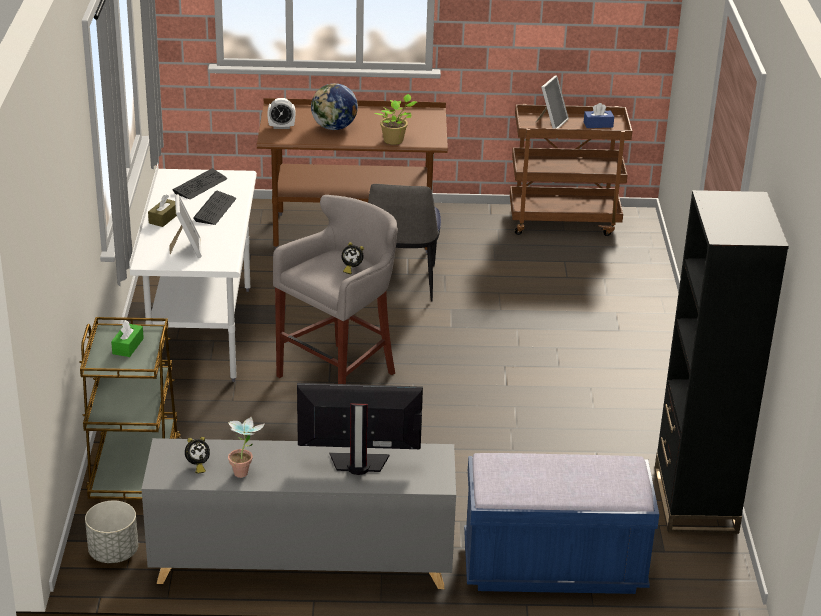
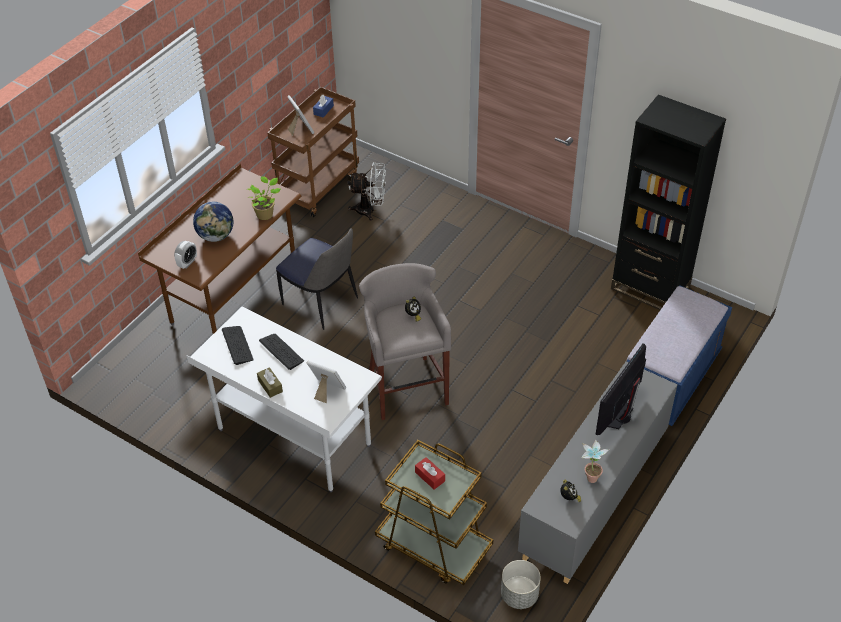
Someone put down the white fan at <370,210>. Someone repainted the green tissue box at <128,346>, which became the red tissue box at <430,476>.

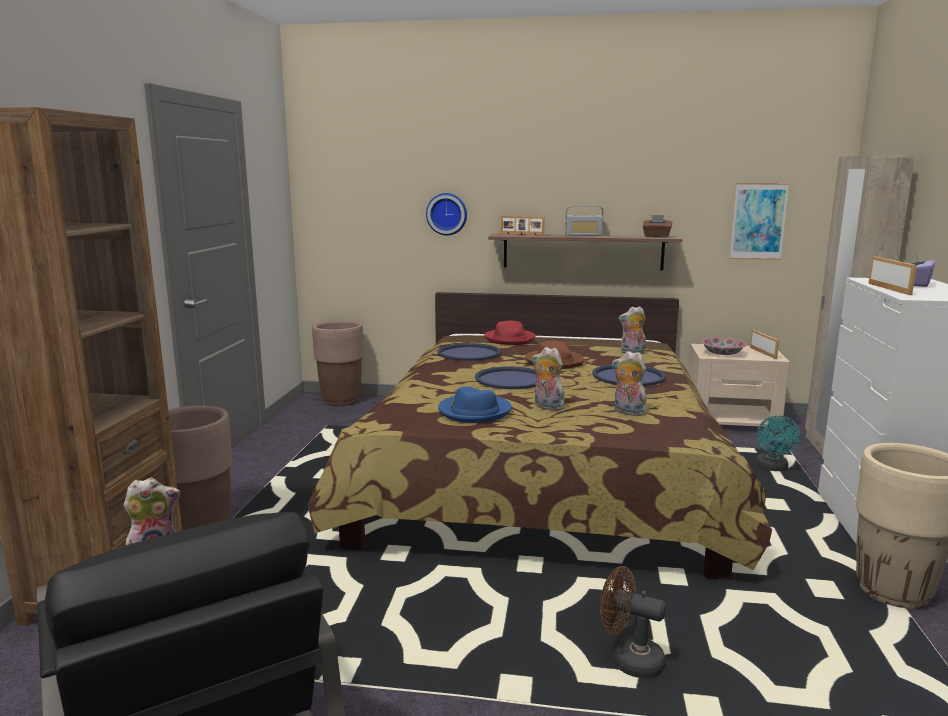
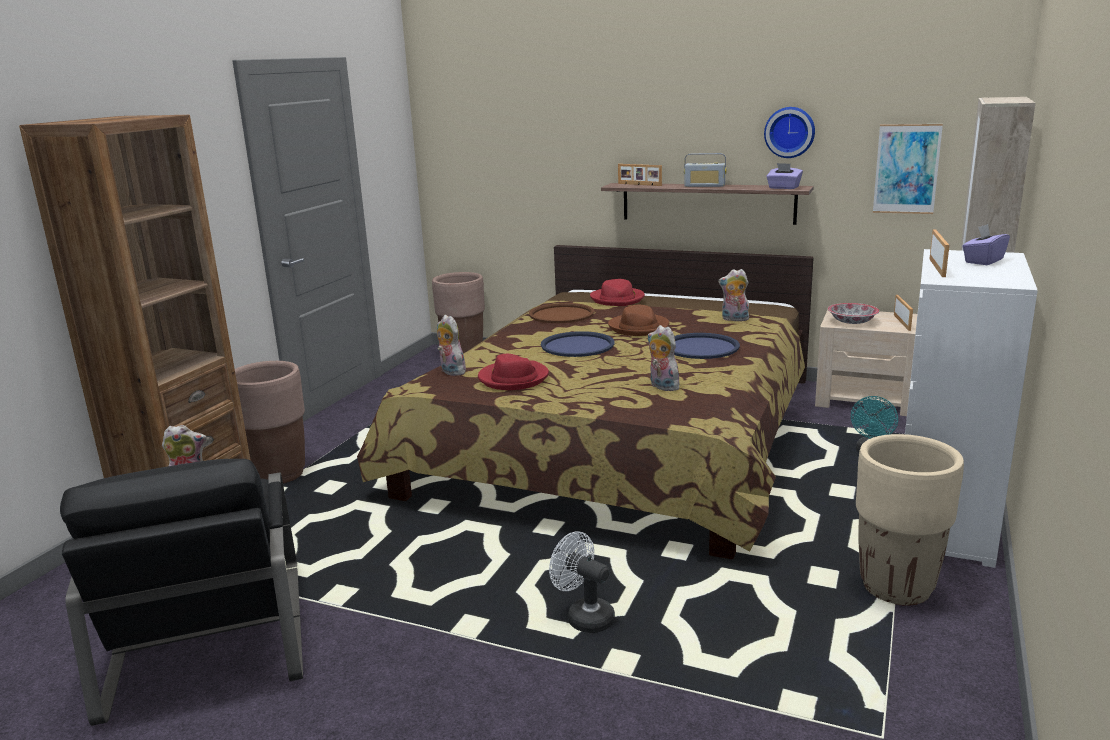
Someone carried the plush toy from <547,407> to <450,372>. Someone repainted the blue hat at <474,411>, which became the red hat at <513,378>. Someone repainted the blue tray at <469,353>, which became the brown tray at <561,314>. Someone repainted the brown fan at <629,660>, which became the white fan at <584,617>. Someone carried the wall clock from <447,214> to <790,132>. Someone repainted the brown tissue box at <656,237>, which became the purple tissue box at <783,188>.

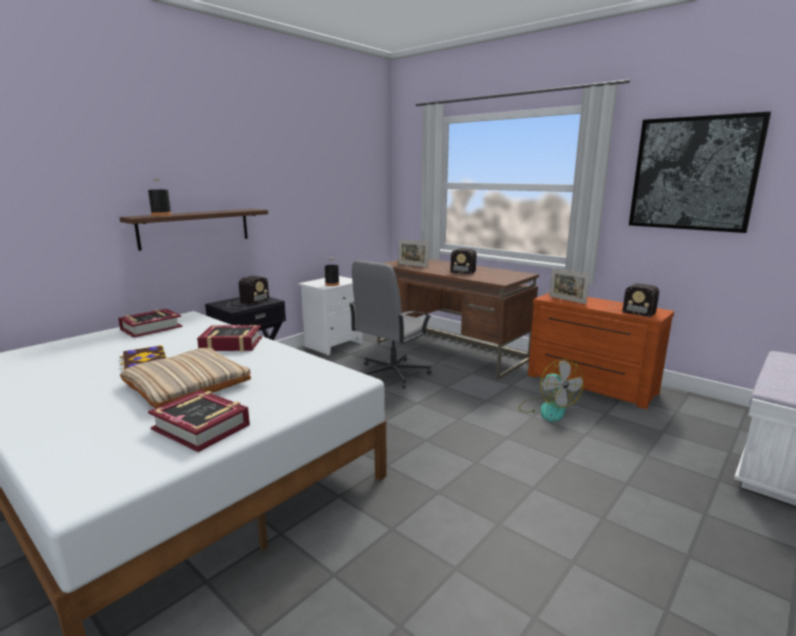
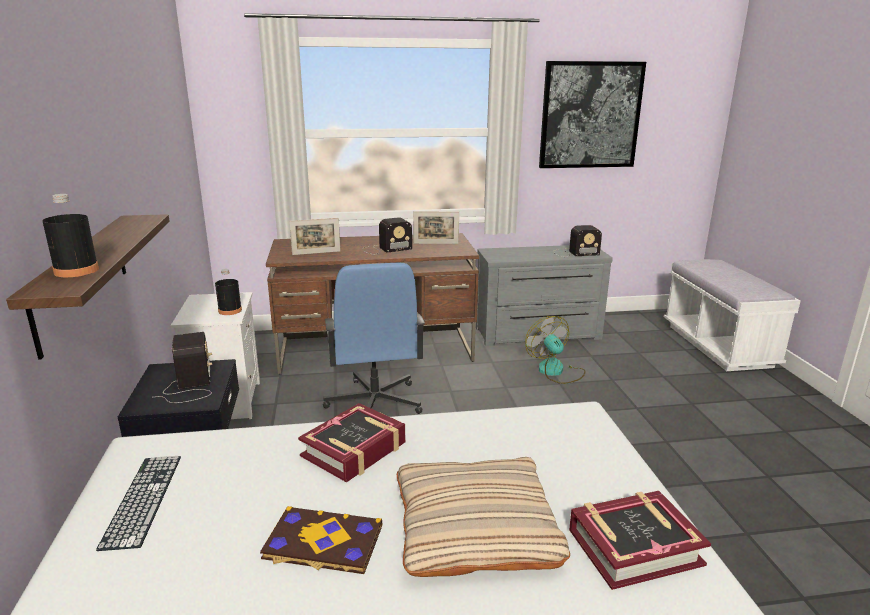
Someone swapped the book at <151,328> for the keyboard at <143,499>. Someone repainted the grey office chair at <392,374>, which became the blue office chair at <374,403>. Someone carried the picture frame from <567,300> to <435,243>. Someone repainted the brown dresser at <589,385>, which became the grey dresser at <538,334>. Someone rotated the fan at <547,409> by 135 degrees counterclockwise.

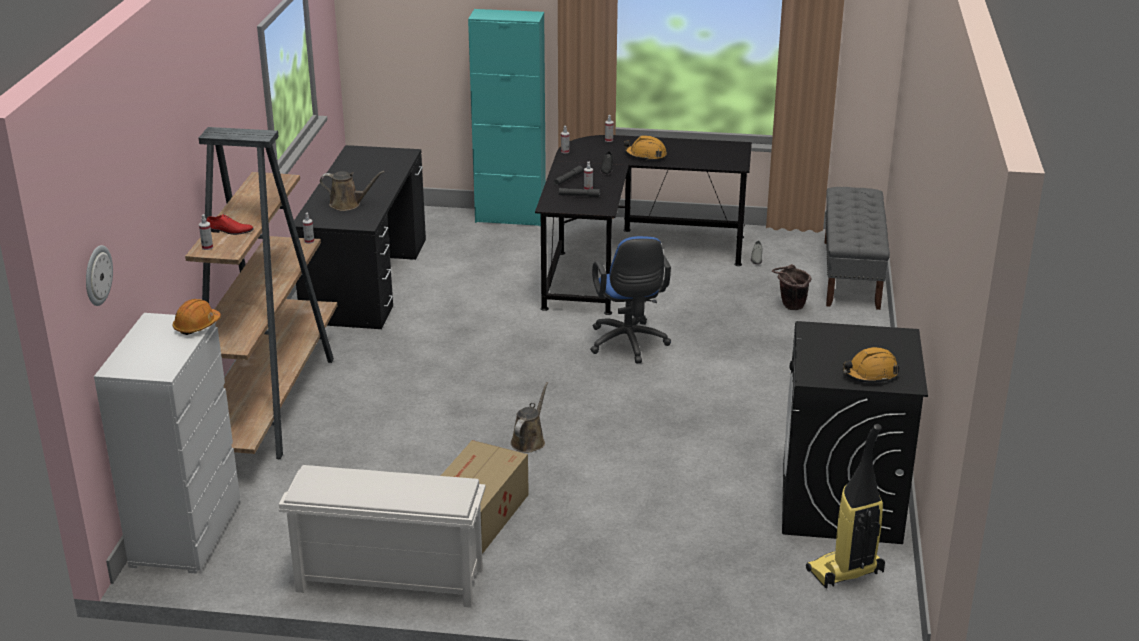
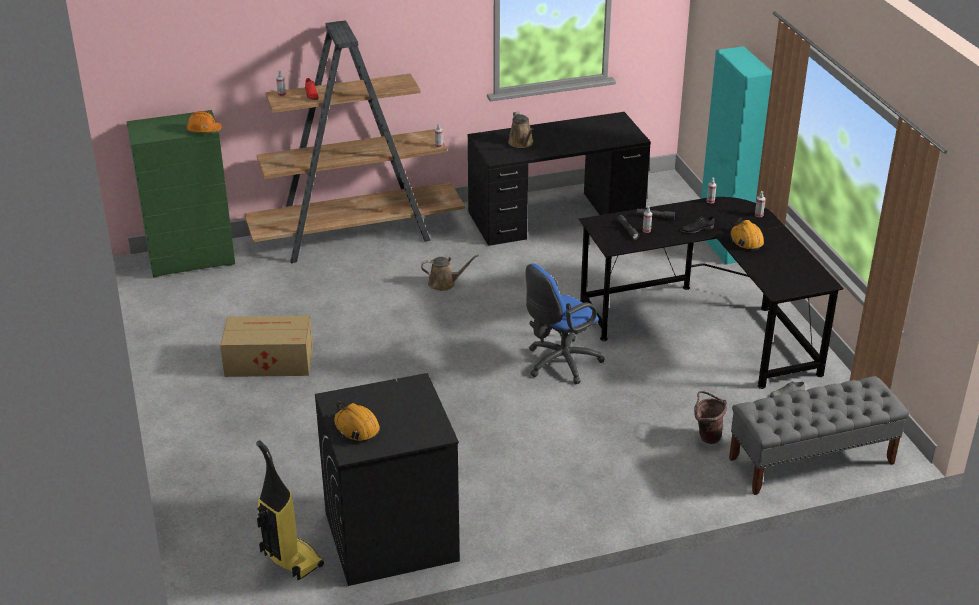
Someone repainted the white dresser at <186,532>, which became the green dresser at <192,259>. Someone carried the brown watering can from <529,440> to <444,283>. Someone took away the wall clock at <97,275>. Someone took away the white shoe rack at <388,581>.

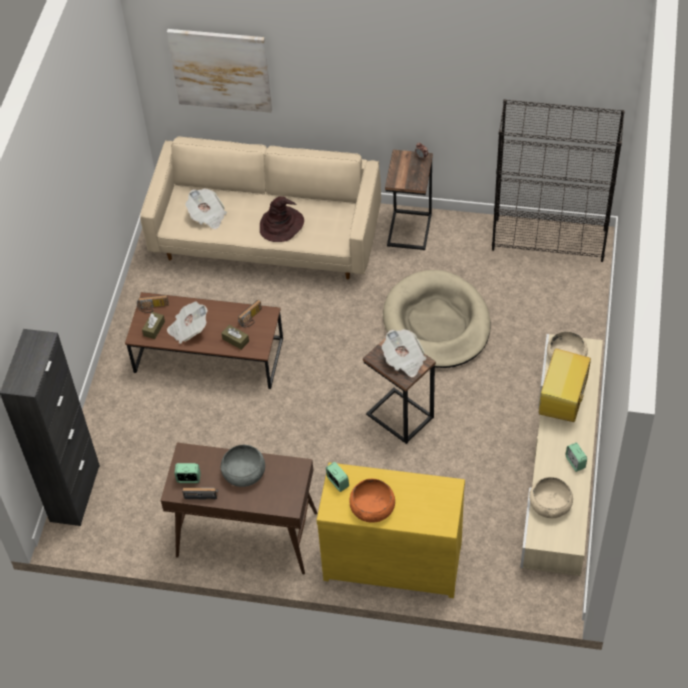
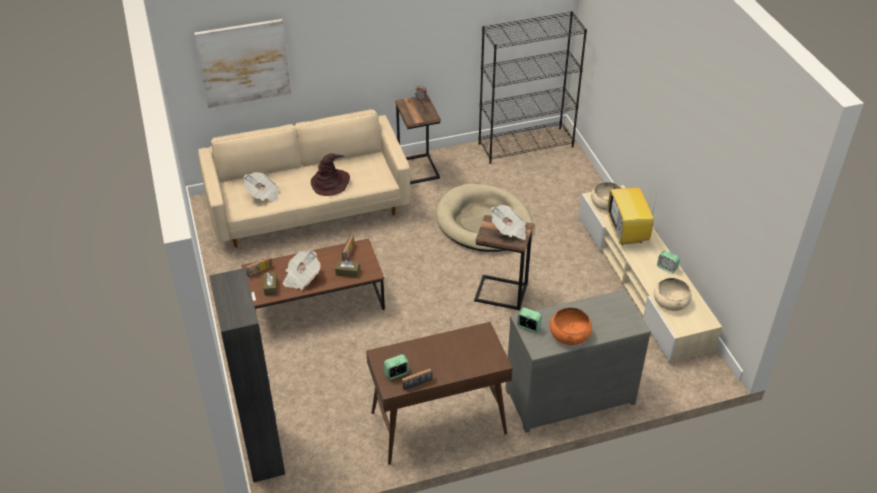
Someone repainted the yellow dresser at <392,557>, which became the grey dresser at <567,394>. Someone took away the grey bowl at <243,472>.

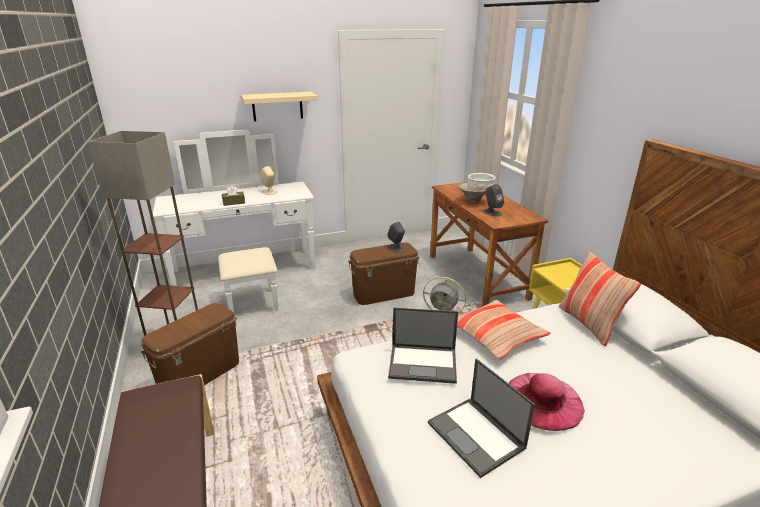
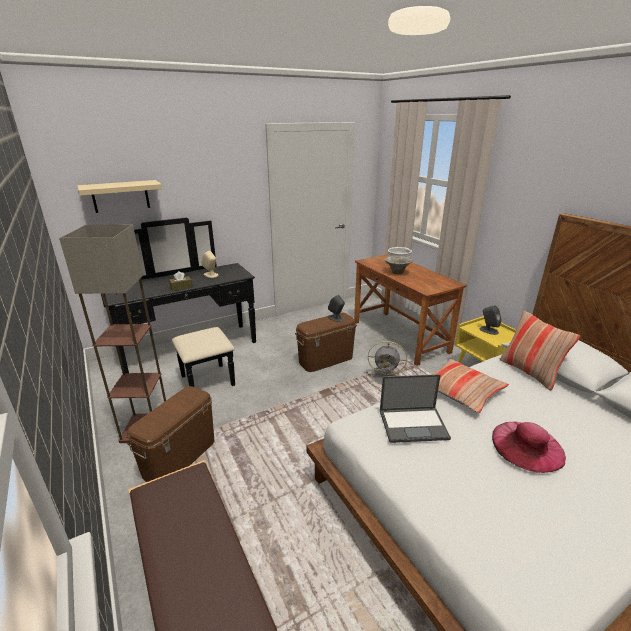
Someone carried the beige shelf from <277,106> to <120,196>. Someone repainted the white dresser at <247,276>, which became the black dresser at <194,355>. Someone carried the grey speaker from <492,212> to <488,330>. Someone took away the laptop at <477,436>.

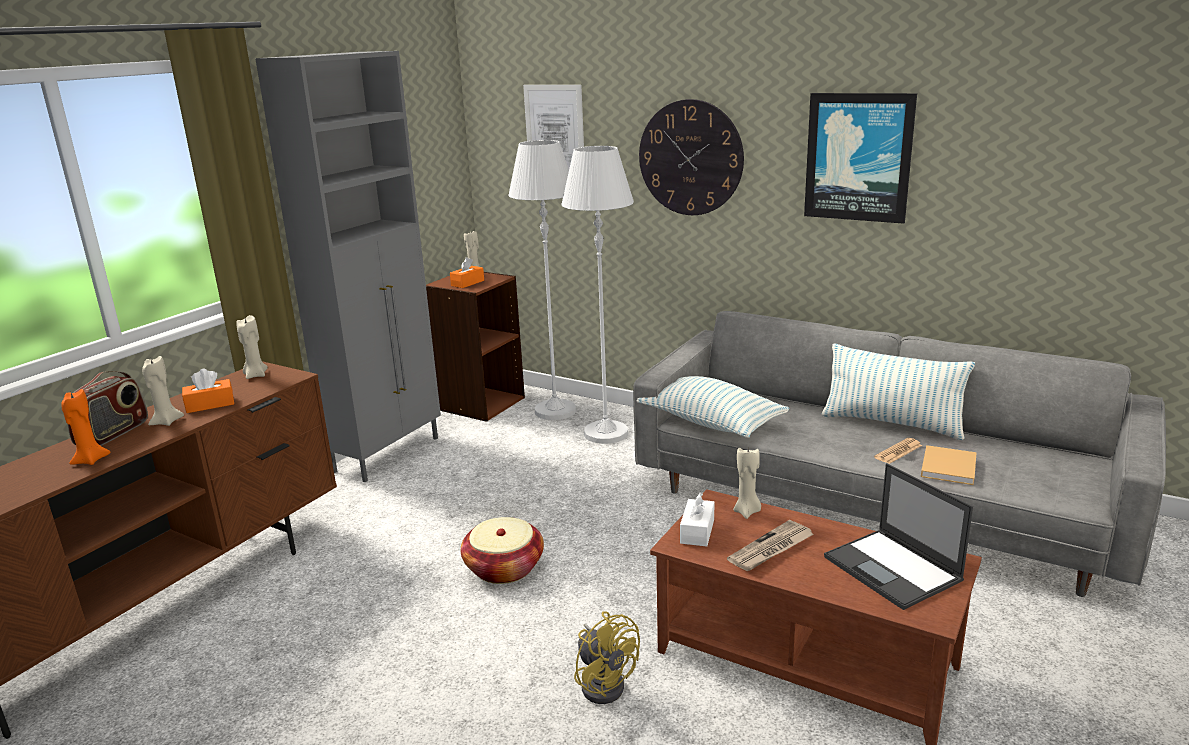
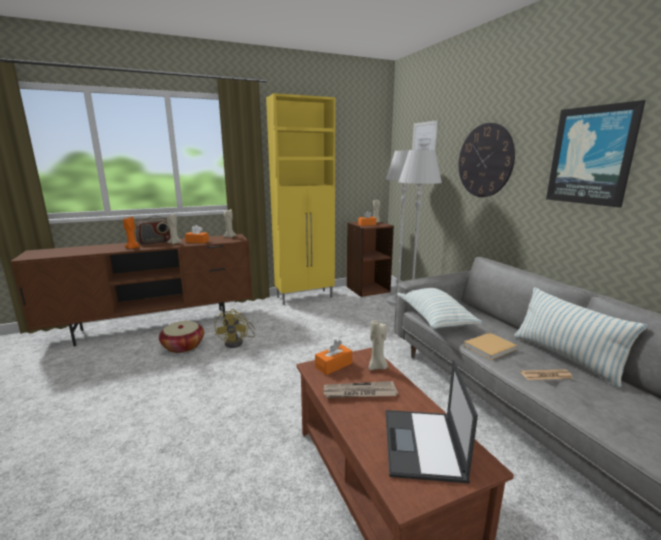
Someone carried the basket from <504,568> to <183,346>. Someone carried the yellow fan from <604,682> to <237,342>. Someone repainted the grey cabinet at <389,454>, which became the yellow cabinet at <305,297>. Someone repainted the white tissue box at <697,531>, which became the orange tissue box at <333,365>. Someone carried the beige book from <948,466> to <491,347>.

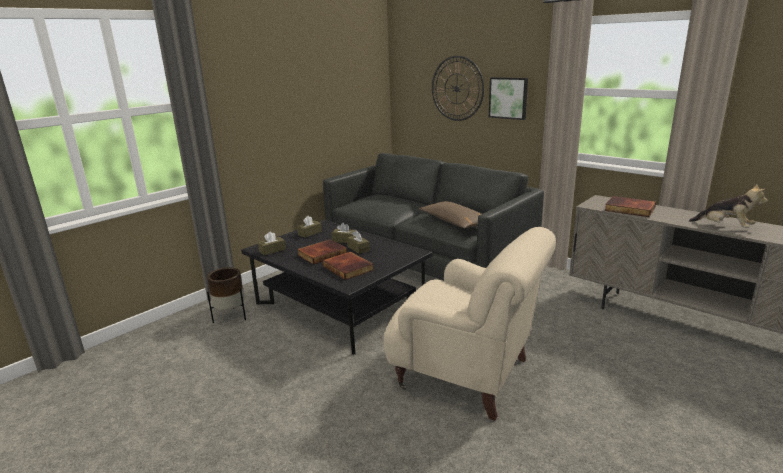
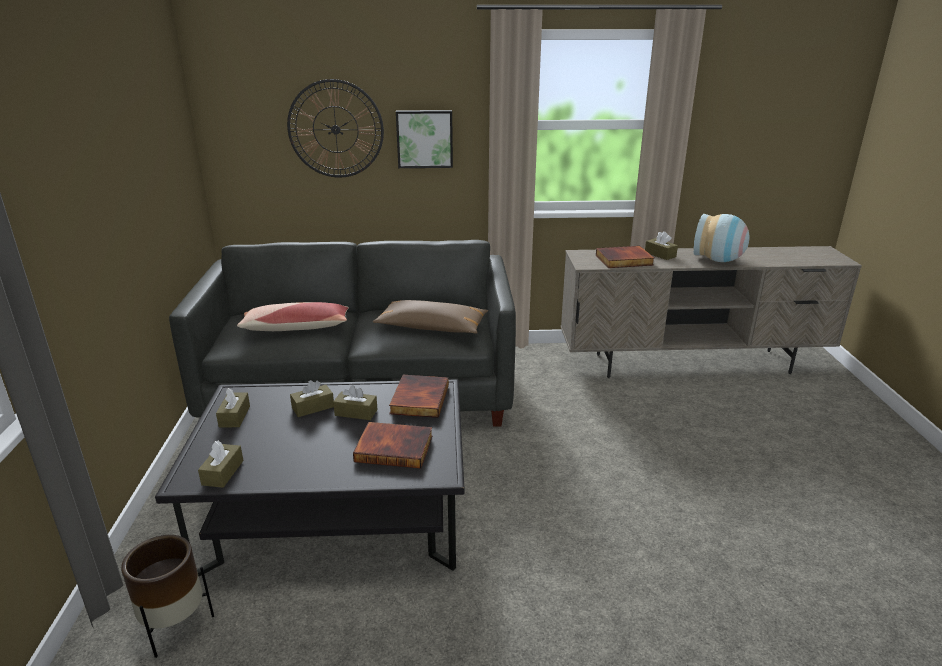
Someone put down the pillow at <295,328>. Someone carried the book from <322,254> to <418,399>. Someone put down the brown tissue box at <660,254>. Someone swapped the plush toy at <724,227> for the vase at <718,260>. Someone took away the beige armchair at <467,374>.

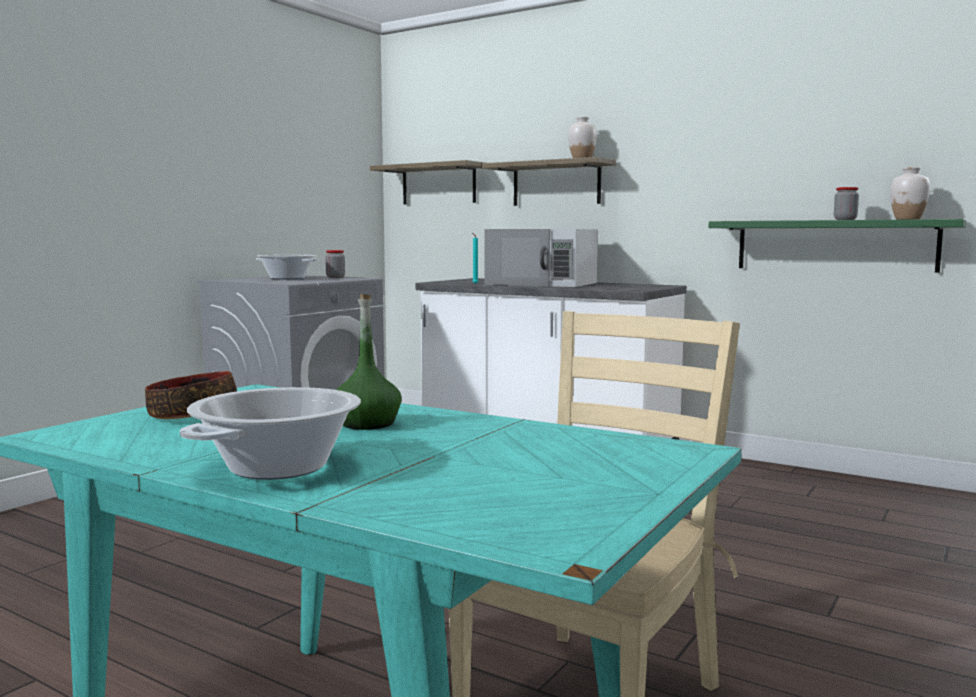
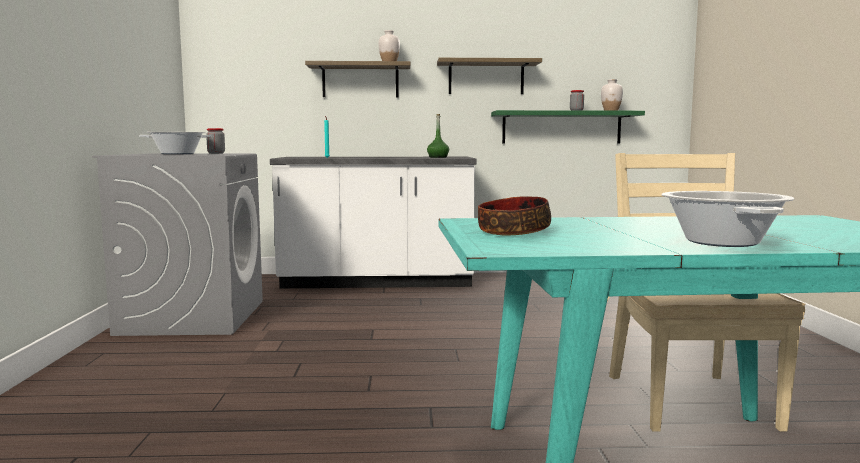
Someone carried the green bottle from <367,424> to <438,157>. Someone carried the shelf from <438,184> to <486,78>. Someone took away the white microwave at <542,283>.

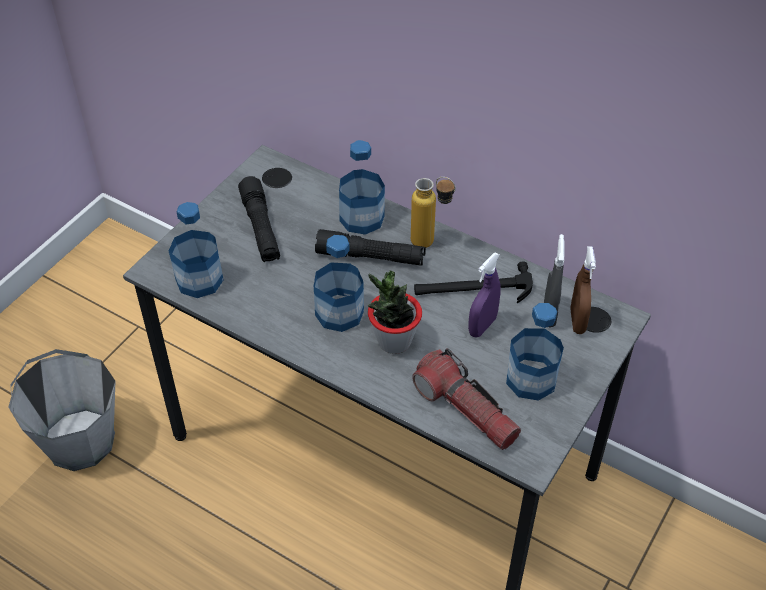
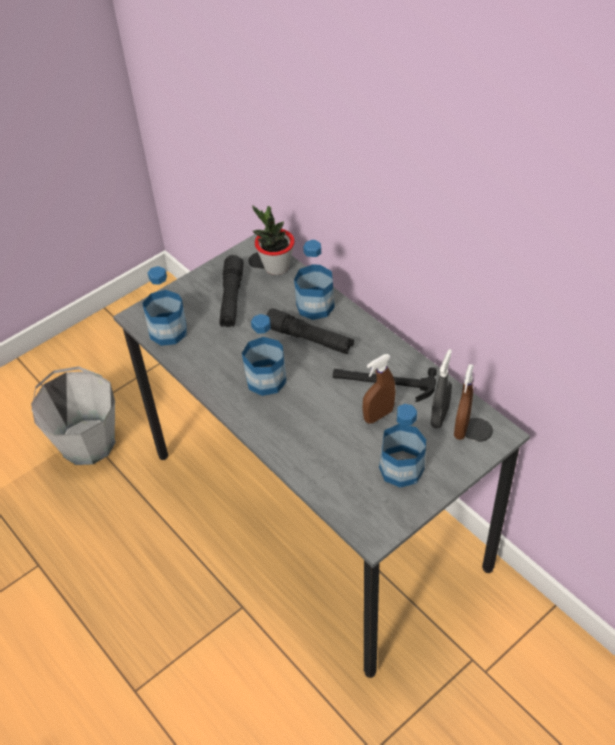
Someone carried the potted plant from <394,341> to <276,267>. Someone repainted the purple spray bottle at <482,326>, which became the brown spray bottle at <378,415>. Someone took away the bottle at <431,244>. Someone took away the flashlight at <466,410>.

